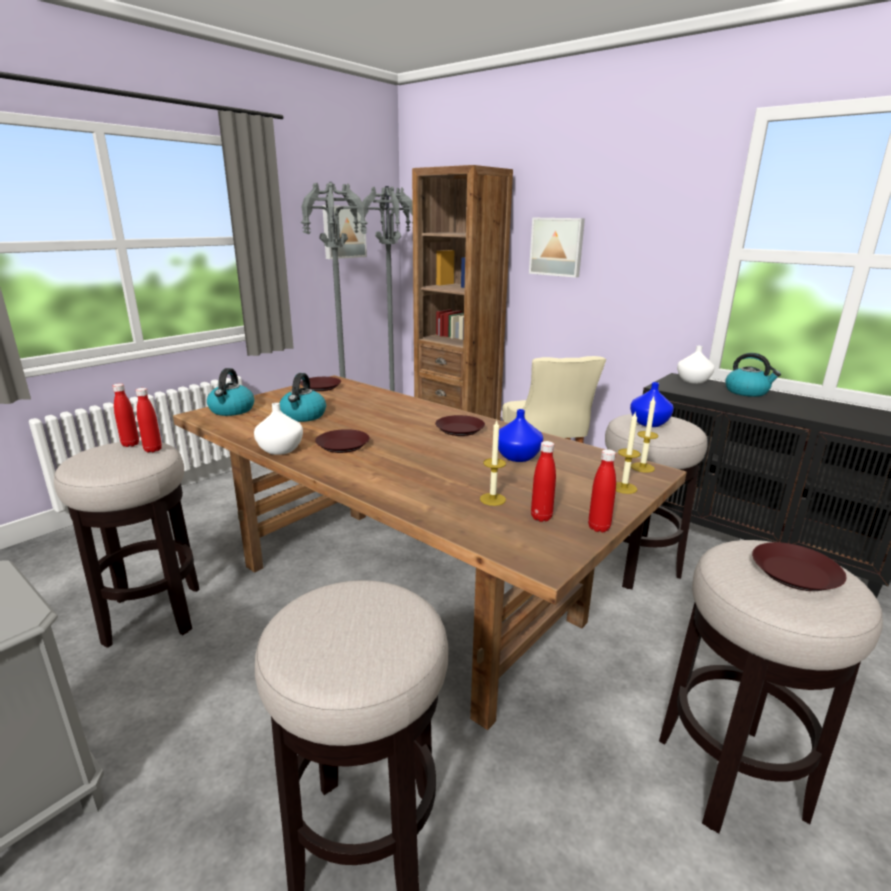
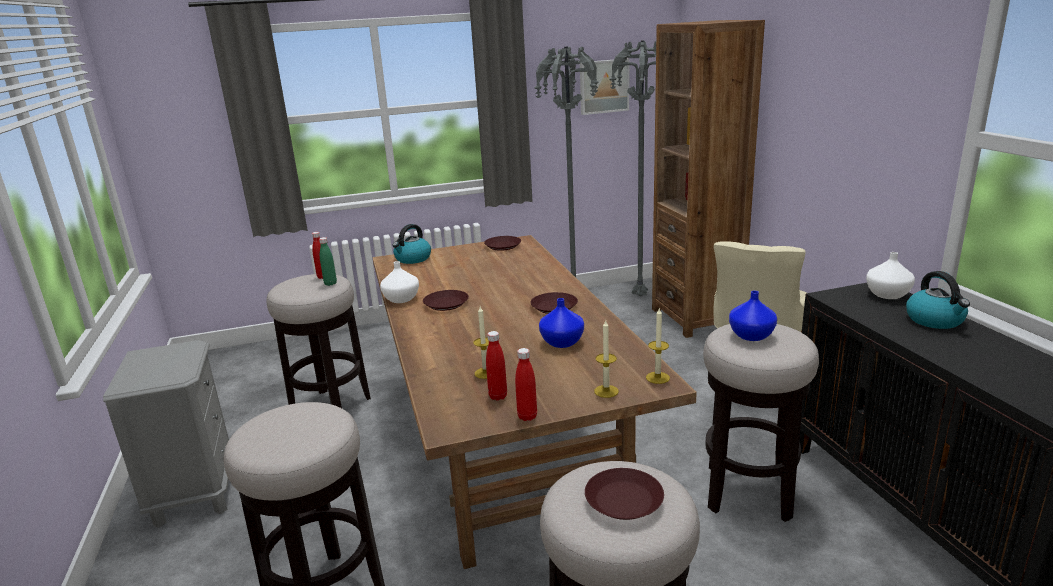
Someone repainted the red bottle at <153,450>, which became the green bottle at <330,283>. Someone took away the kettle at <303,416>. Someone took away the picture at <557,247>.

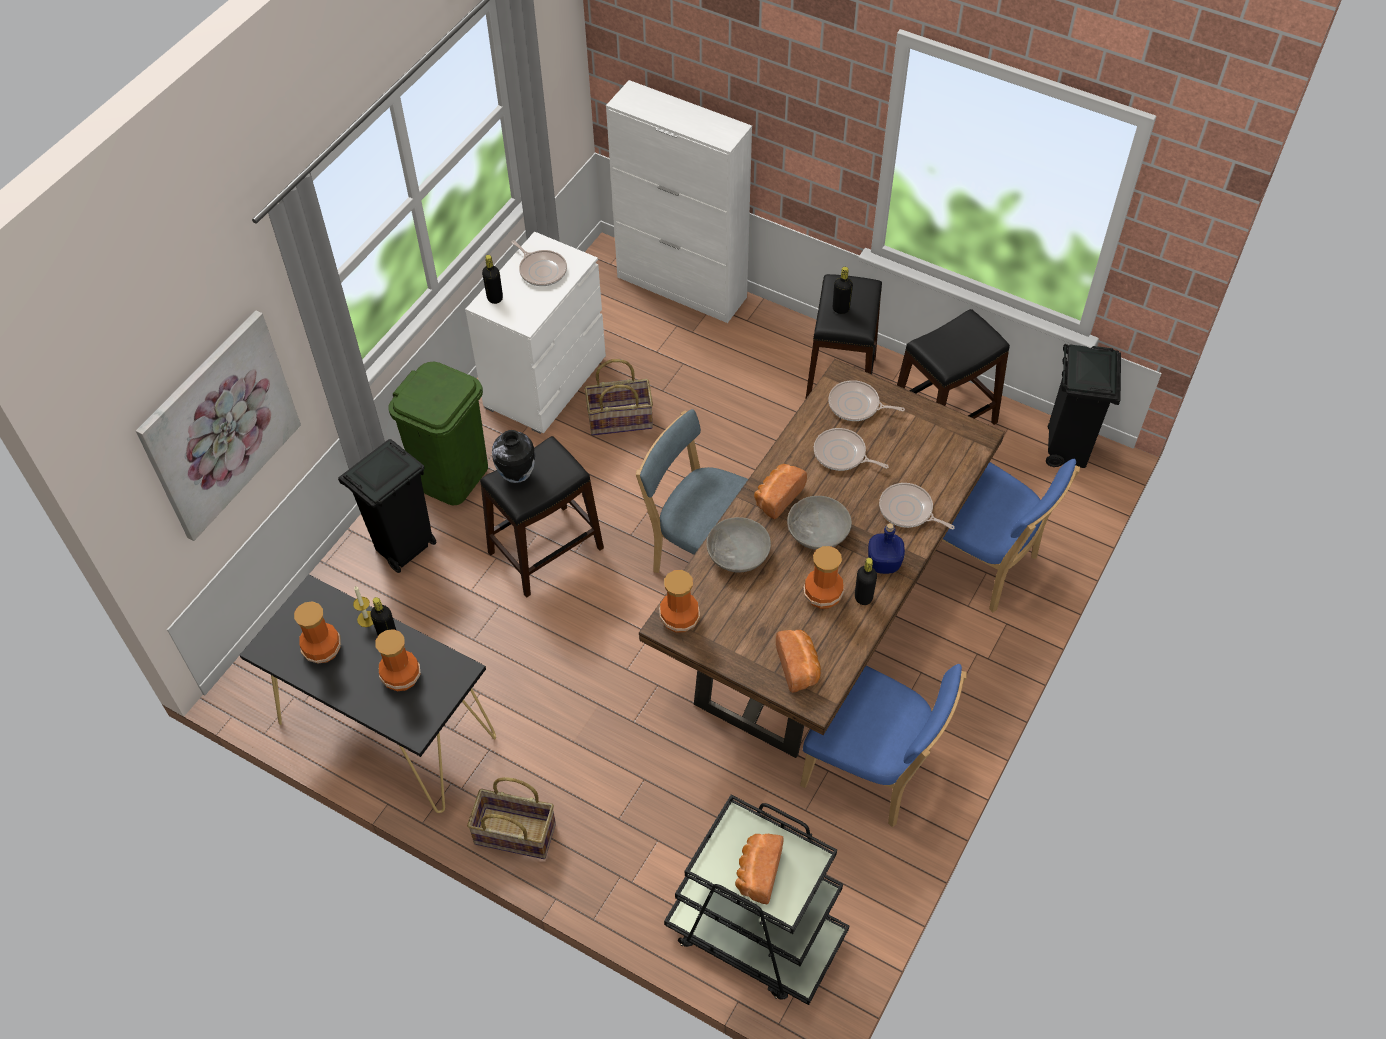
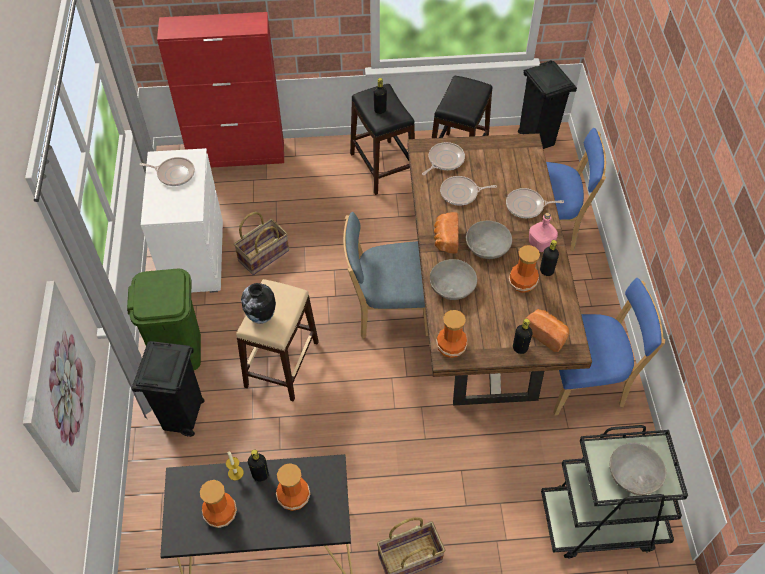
Someone repainted the white cabinet at <682,287>, which became the red cabinet at <238,155>. Someone repainted the black stool at <546,551>, which became the beige stool at <282,364>. Someone rotated the frying pan at <856,405> by 150 degrees clockwise. Someone carried the black bottle from <495,298> to <520,348>. Someone repainted the blue bottle at <884,564>, which became the pink bottle at <541,244>. Someone swapped the bread at <757,872> for the grey bowl at <634,475>.

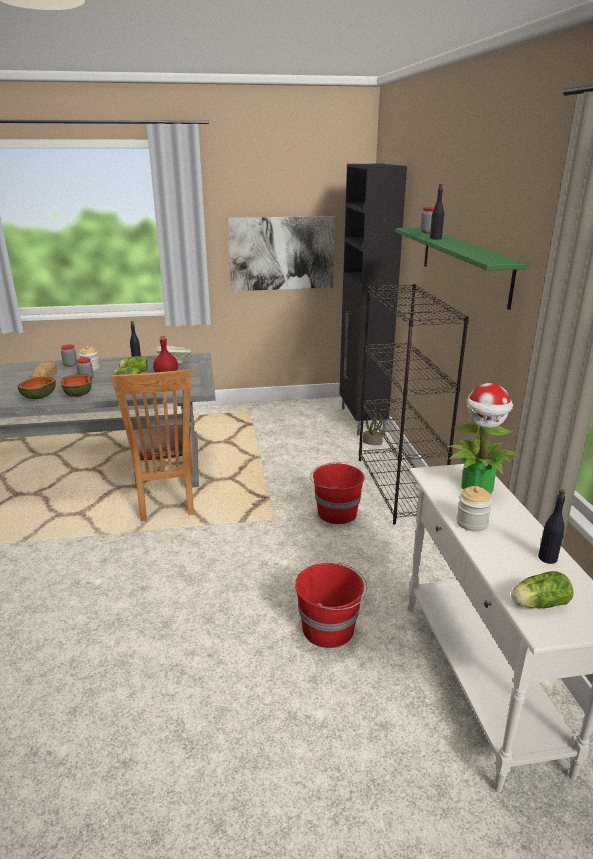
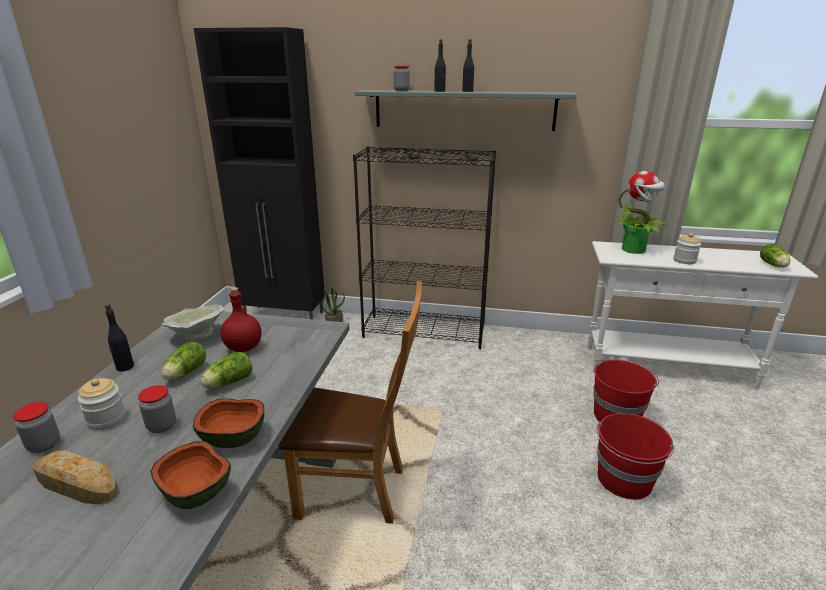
Someone repainted the green shelf at <463,263>, which became the grey shelf at <464,110>. Someone carried the black bottle from <548,558> to <467,91>. Someone carried the red bucket from <336,513> to <624,480>. Someone took away the picture at <282,253>.

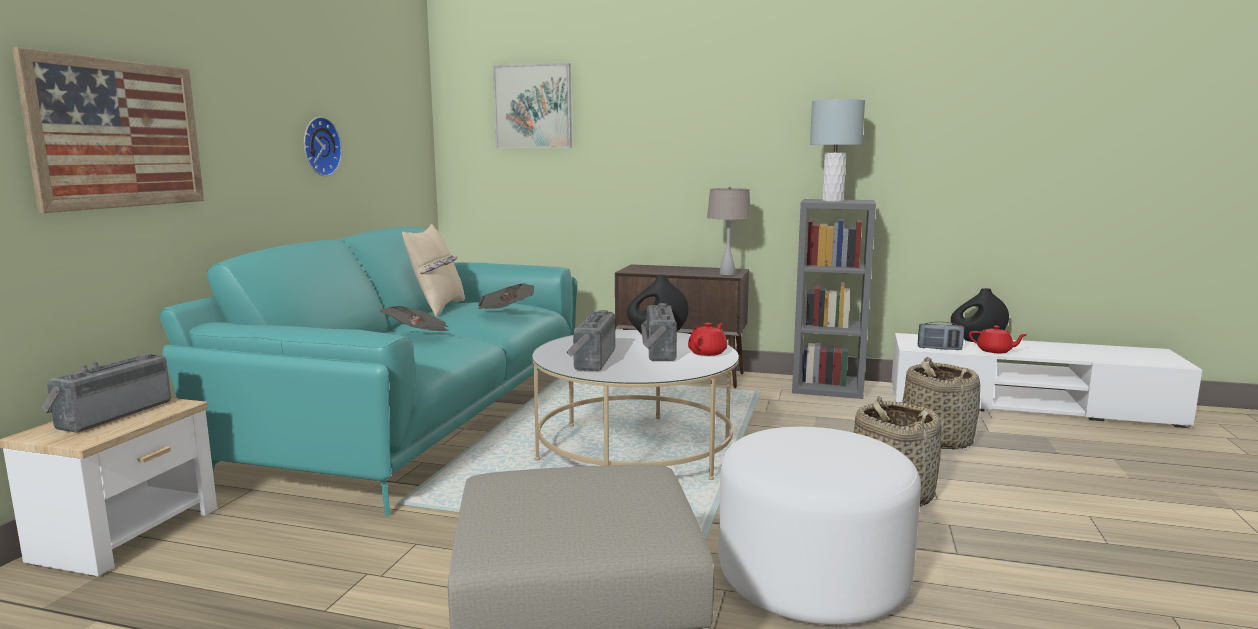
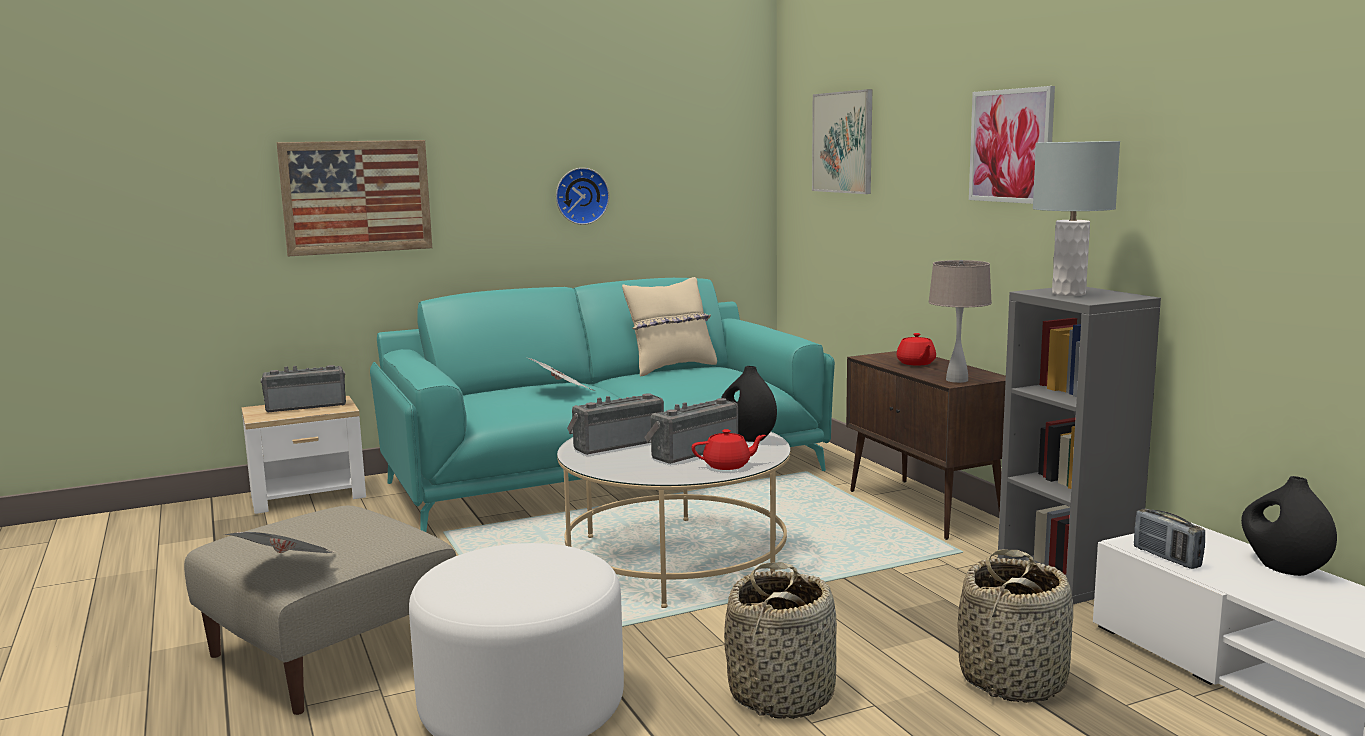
Someone carried the newspaper from <506,313> to <287,570>. Someone carried the red teapot from <995,351> to <916,363>. Someone put up the picture at <1011,146>.

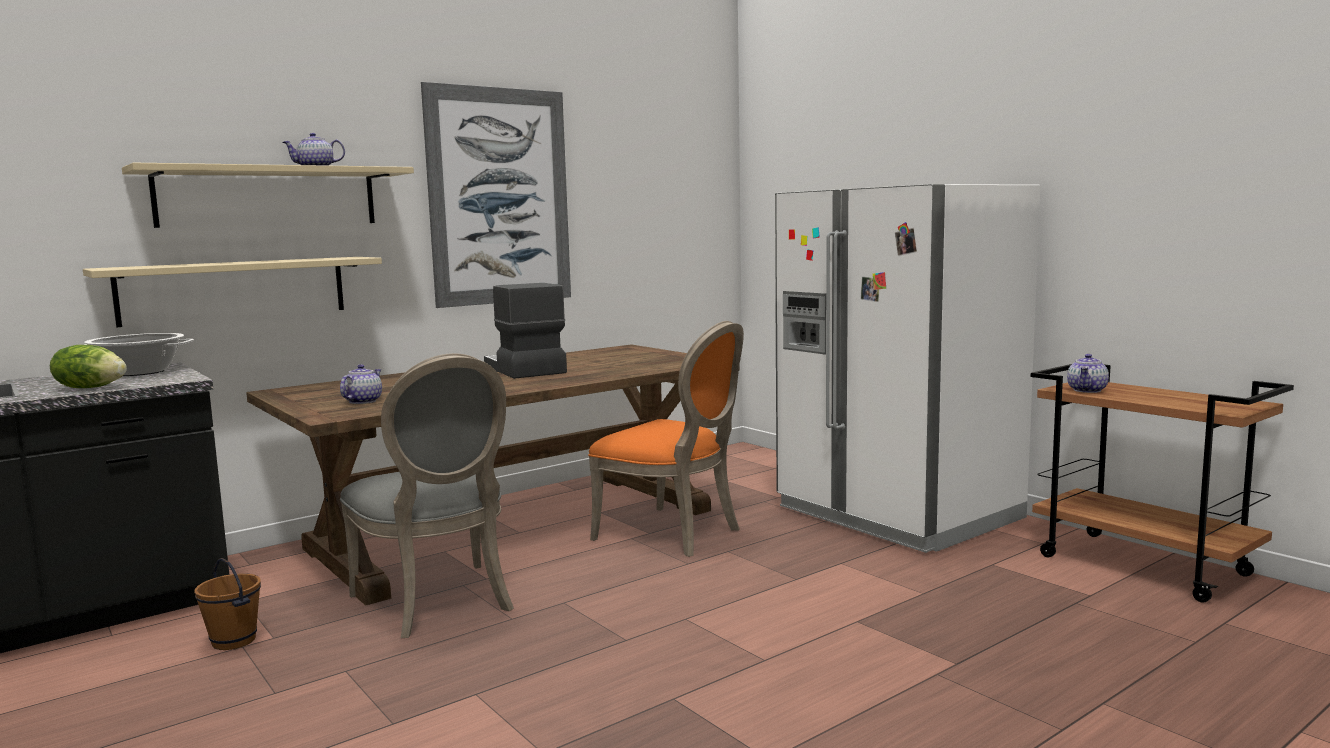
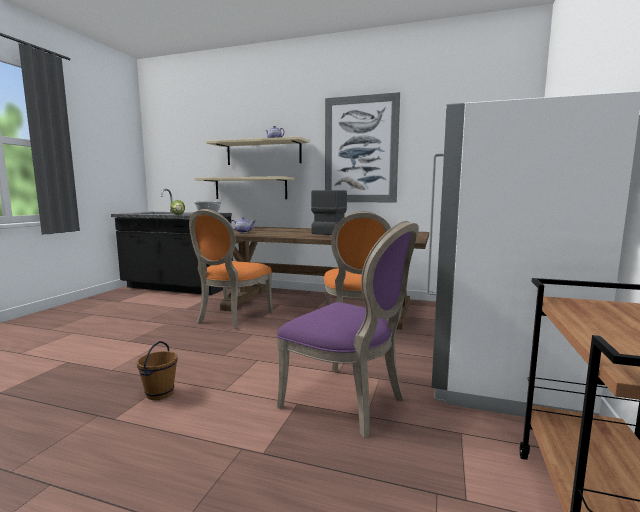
Someone carried the brown bucket from <233,641> to <159,393>. Someone repainted the grey chair at <439,603>, which became the orange chair at <231,318>. Someone put down the purple chair at <348,402>. Someone took away the teapot at <1087,390>.

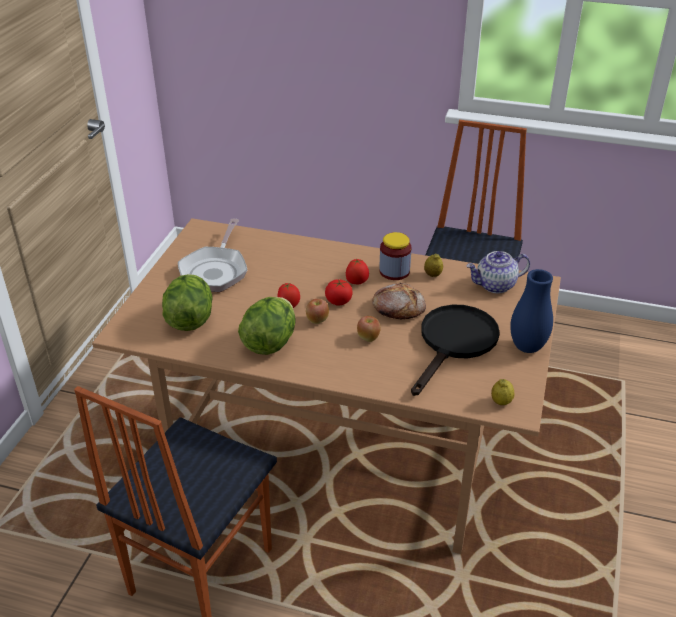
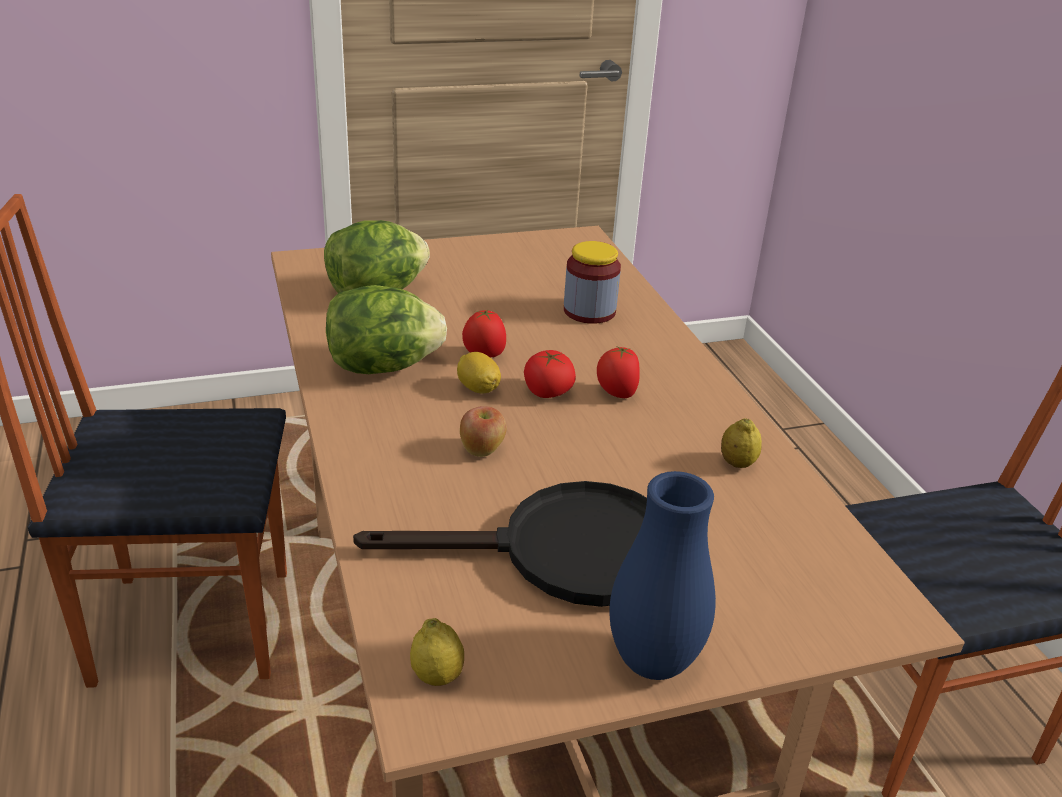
Someone swapped the apple at <317,320> for the lemon at <478,389>. Someone carried the jar from <394,271> to <589,311>. Someone took away the frying pan at <215,270>. Someone took away the bread at <398,308>. Someone took away the teapot at <495,285>.

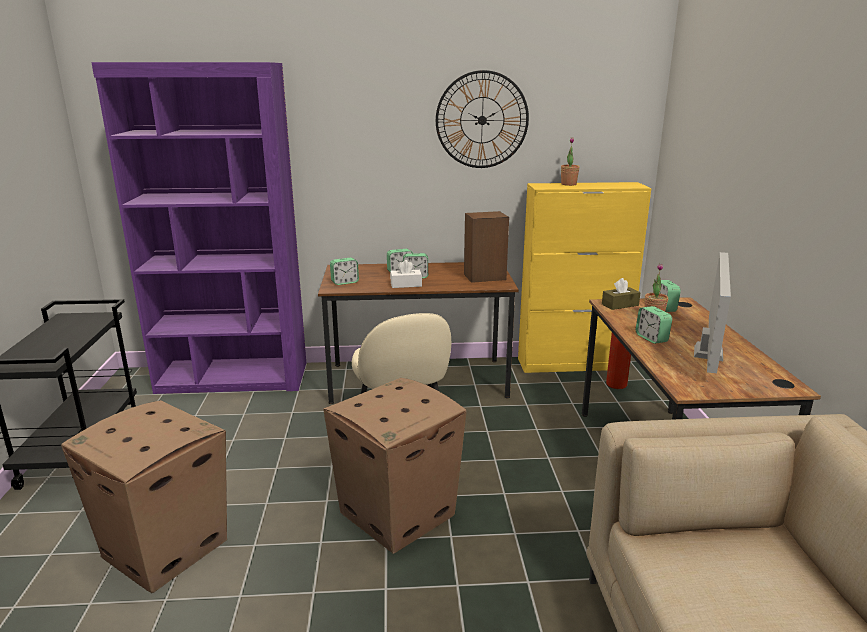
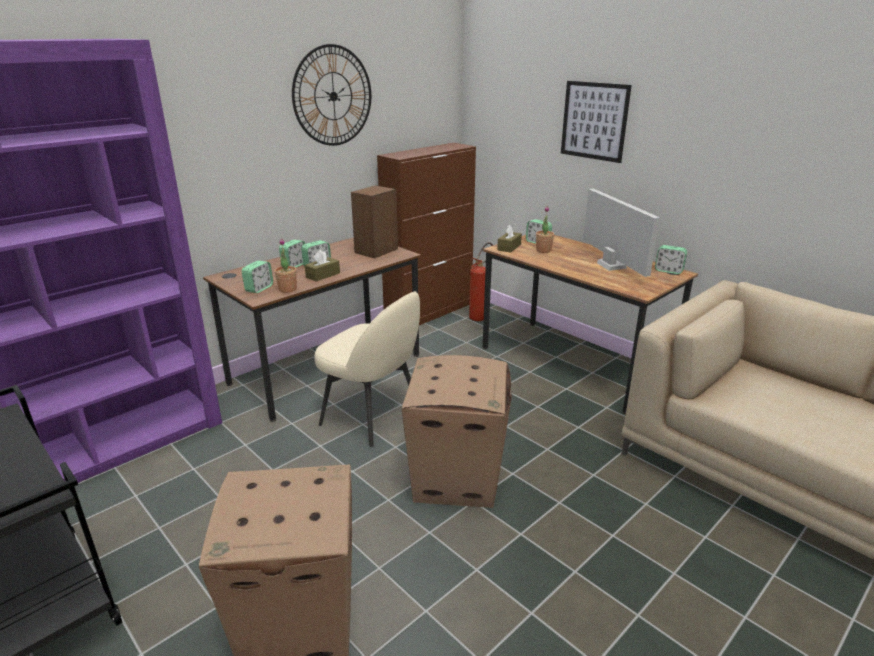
Someone carried the potted plant from <568,184> to <287,289>. Someone repainted the white tissue box at <406,285>, which became the brown tissue box at <323,275>. Someone repainted the yellow cabinet at <573,364>, which became the brown cabinet at <429,312>. Someone put up the picture at <594,121>. Someone carried the alarm clock from <651,338> to <668,271>.

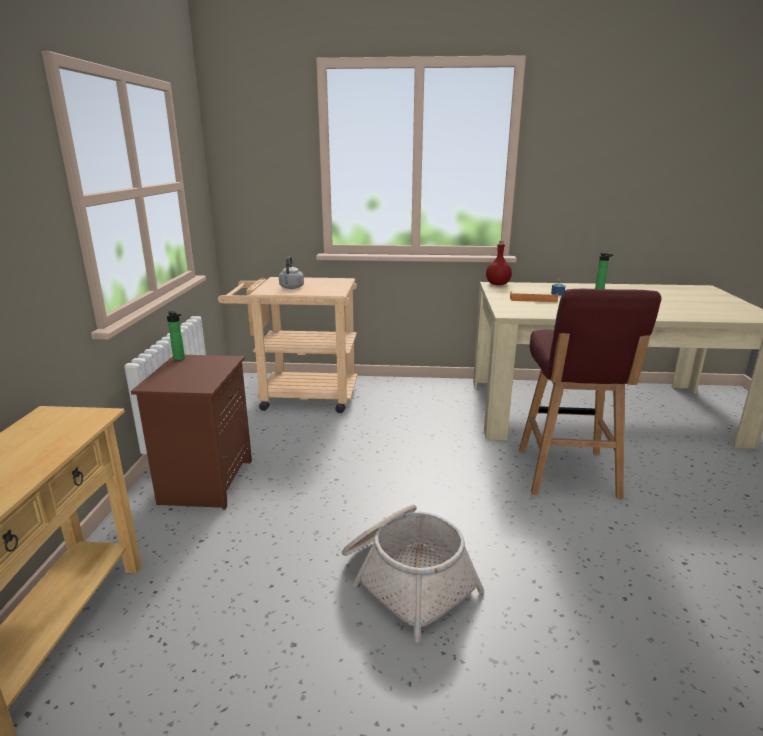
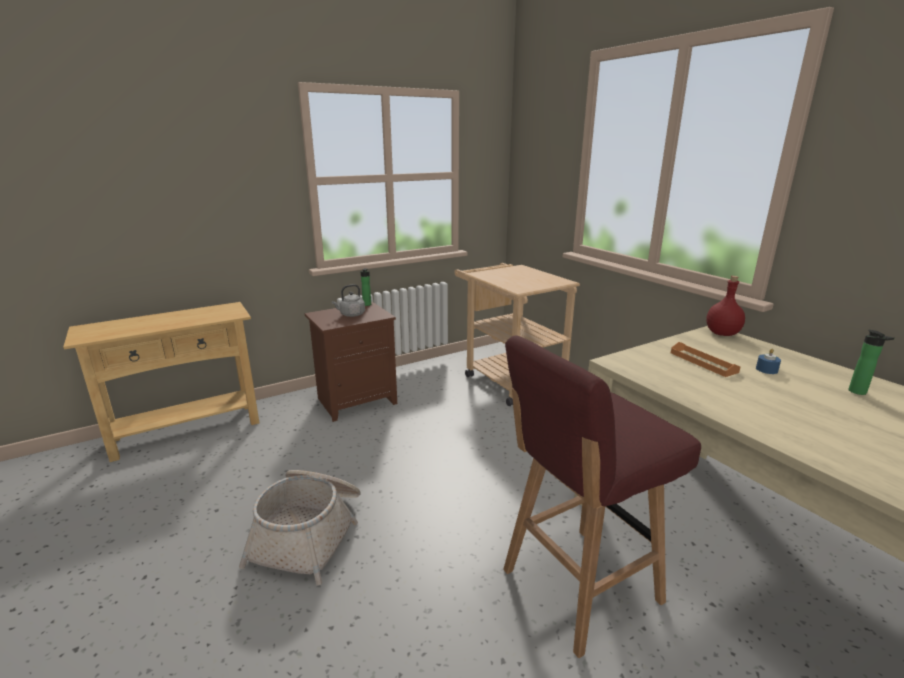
Someone carried the grey kettle from <291,288> to <351,315>.

